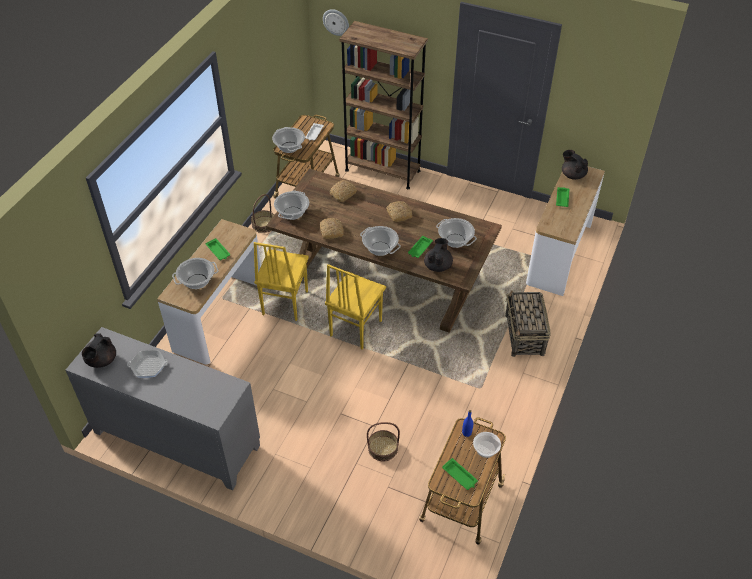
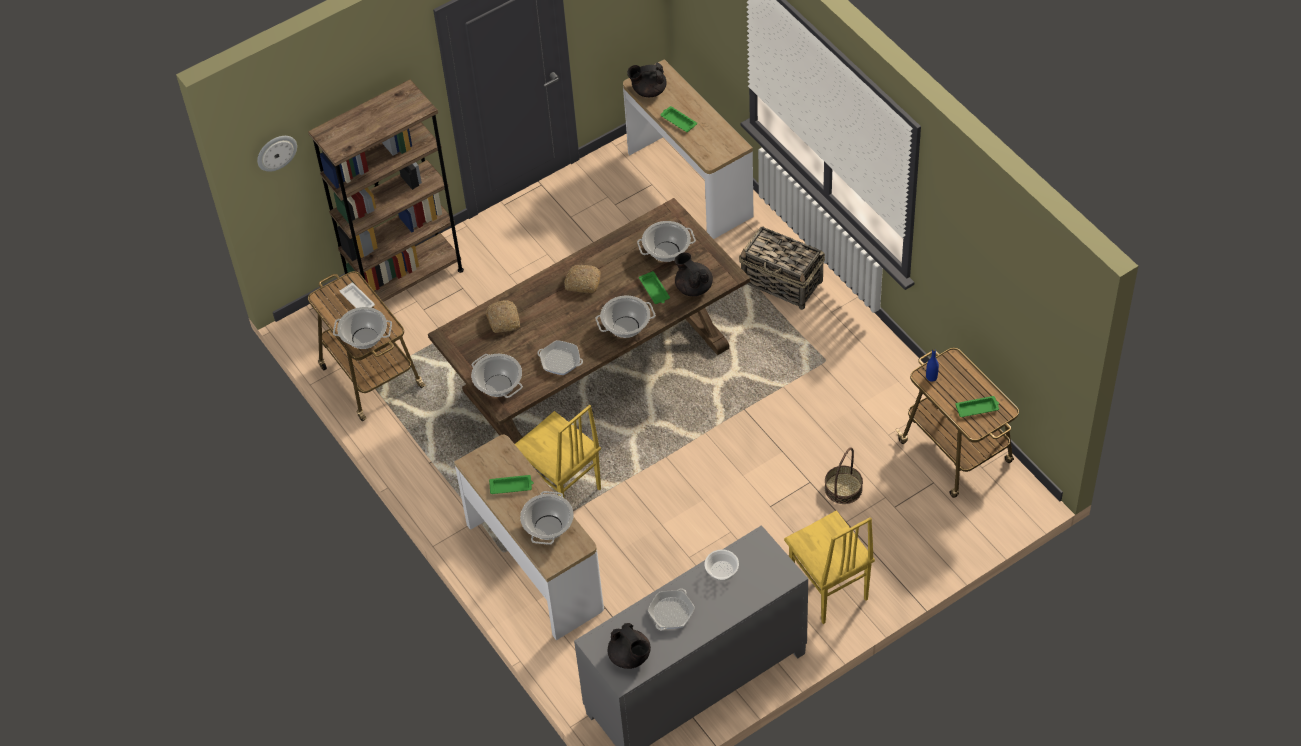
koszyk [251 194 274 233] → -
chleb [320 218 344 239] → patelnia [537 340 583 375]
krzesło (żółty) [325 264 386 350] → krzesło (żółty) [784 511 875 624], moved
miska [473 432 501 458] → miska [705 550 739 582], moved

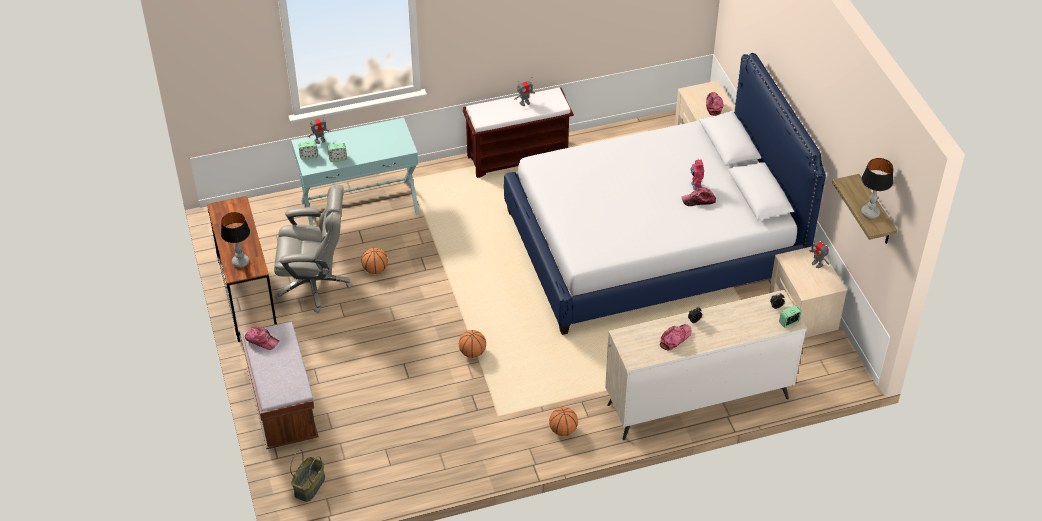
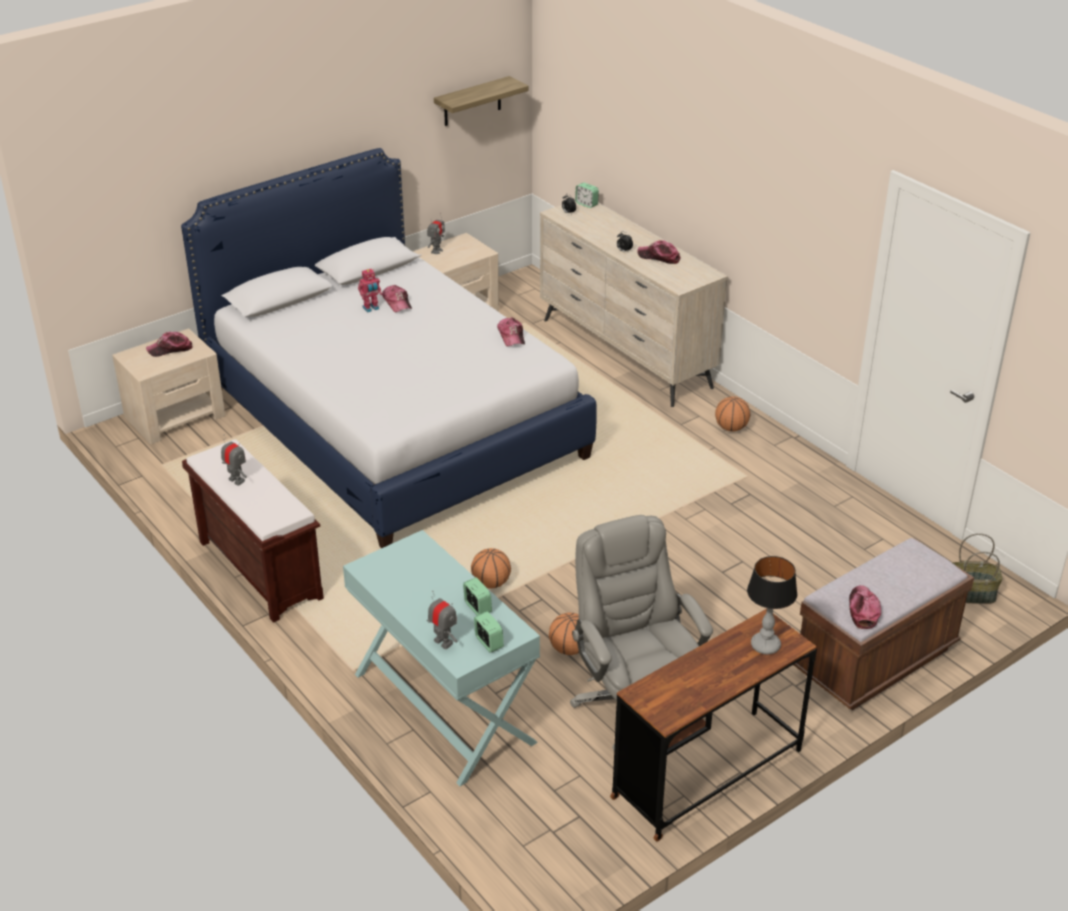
piłka do koszykówki [459 330 486 358] → piłka do koszykówki [471 548 511 589], moved
lampa stołowa [861 158 893 219] → -
- → czapka z daszkiem [497 317 525 347]

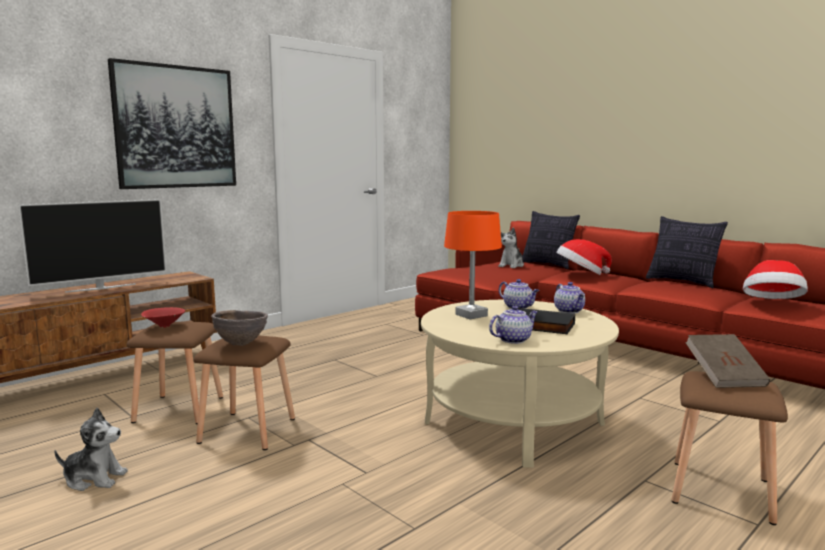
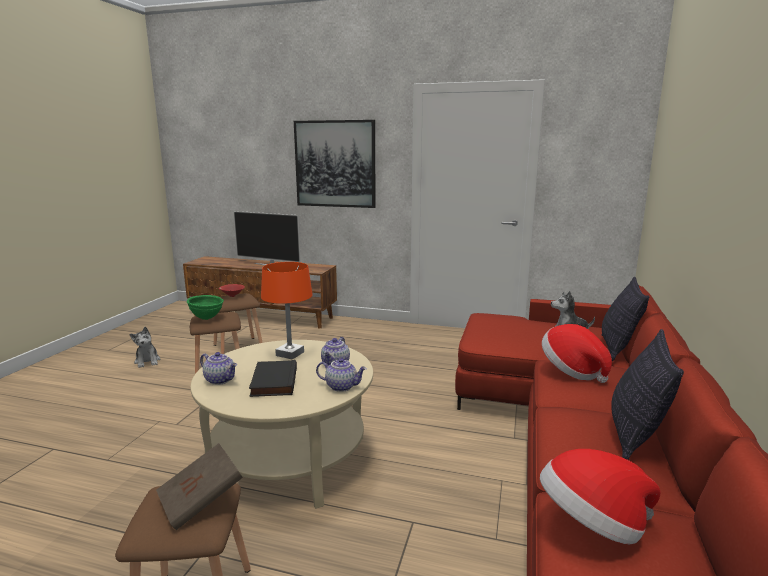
miska (brązowy) [211 310 268 346] → miska (zielony) [187 295 224 320]
imbryk [554 282 585 314] → imbryk [316 358 367 392], 120 degrees counterclockwise

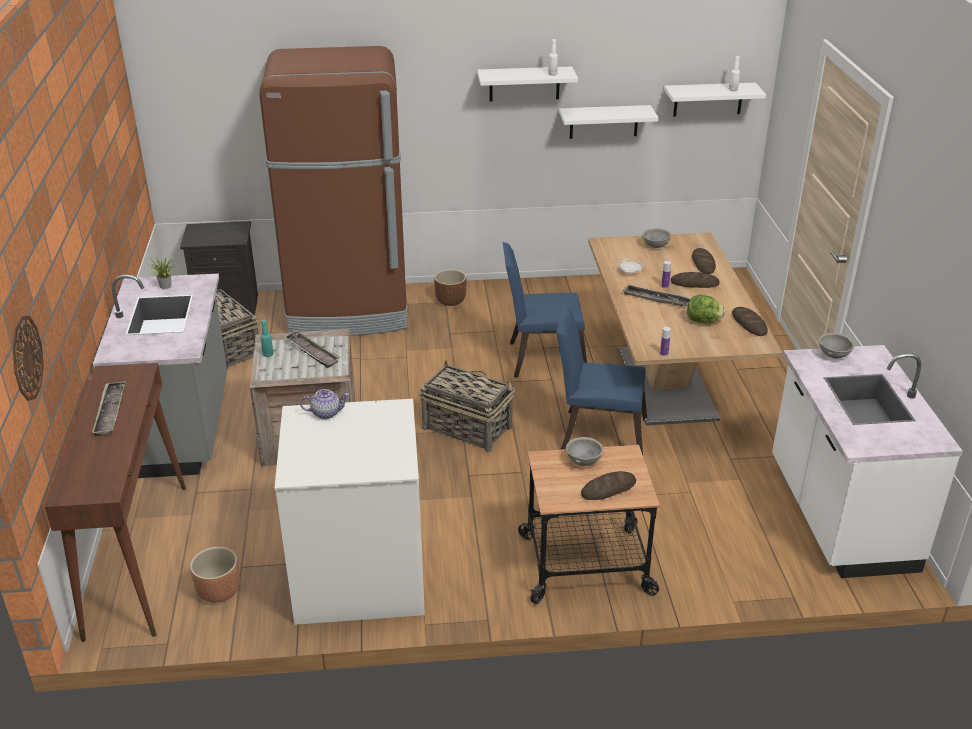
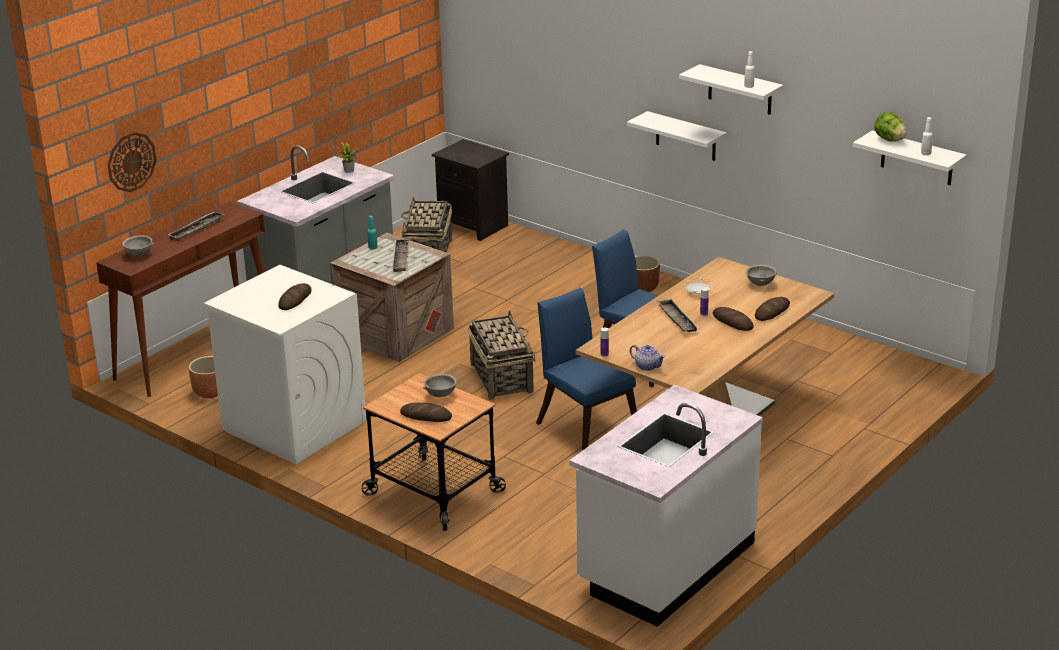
lodówka (brązowy) [259 46 408 336] → -
imbryk [300 389 349 419] → imbryk [630 345 666 371], moved
półka (biały) [559 105 658 139] → półka (biały) [627 111 727 161], moved
sałata [687 294 725 324] → sałata [874 112 907 142], moved
chleb [732 307 768 336] → chleb [278 283 312 310], moved
miska (szary) [819 333 855 359] → miska (szary) [122 235 154 256], moved

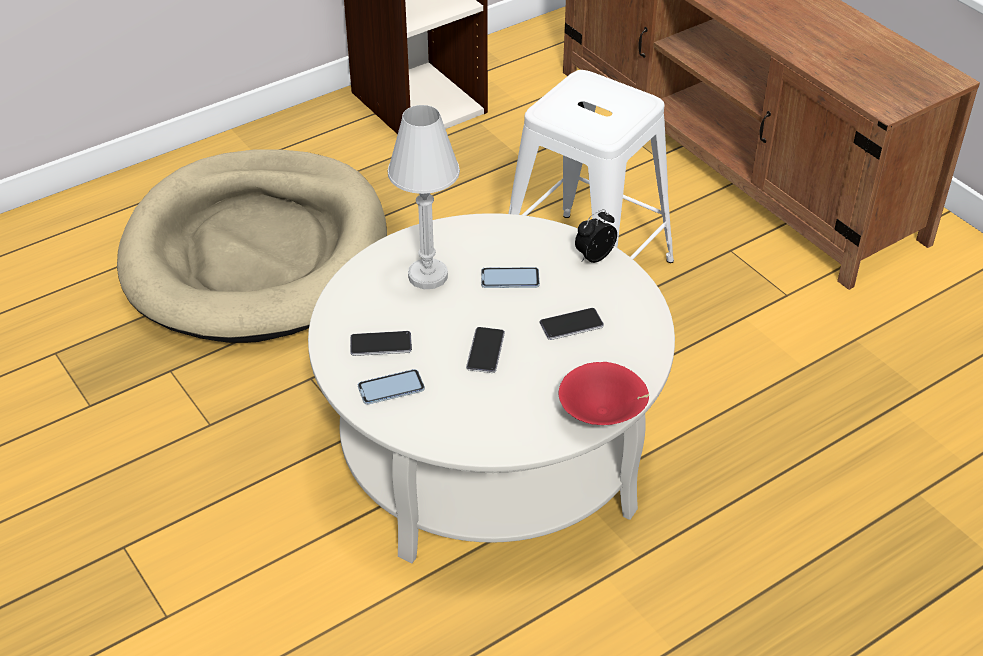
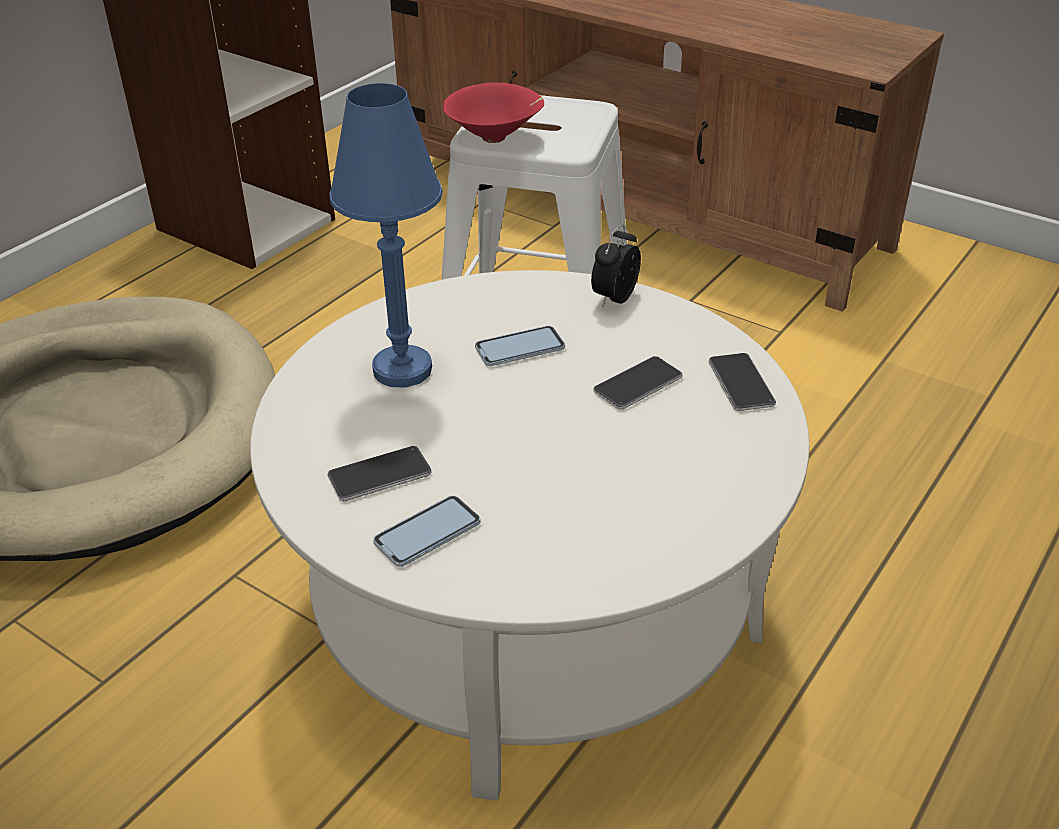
lampa stołowa (biały) [387 105 460 289] → lampa stołowa (niebieski) [329 83 443 388]
telefon [466 327 505 373] → telefon [709 353 776 411], moved
miska (czerwony) [558 362 649 425] → miska (czerwony) [443 82 544 143], moved

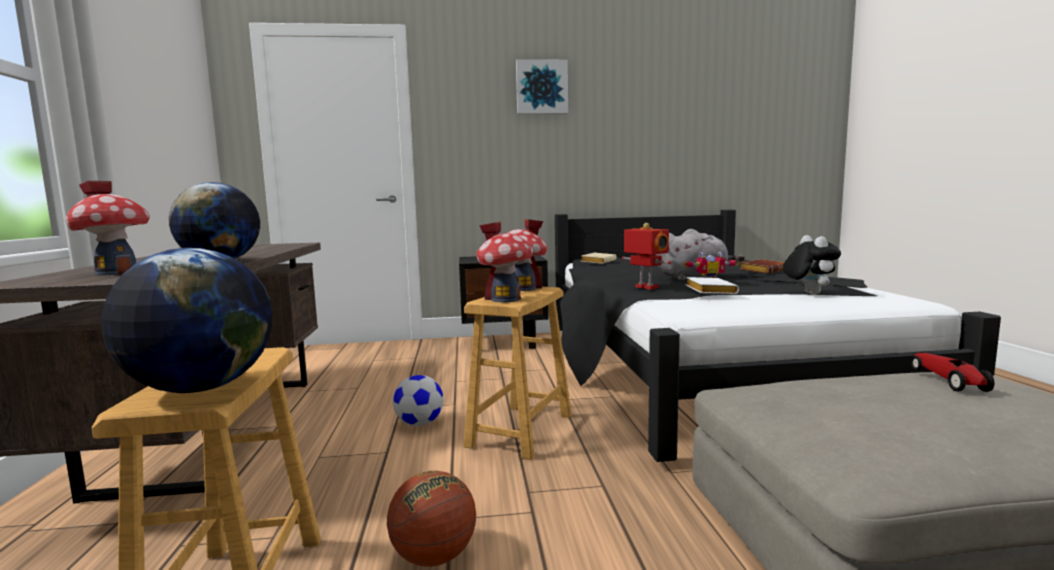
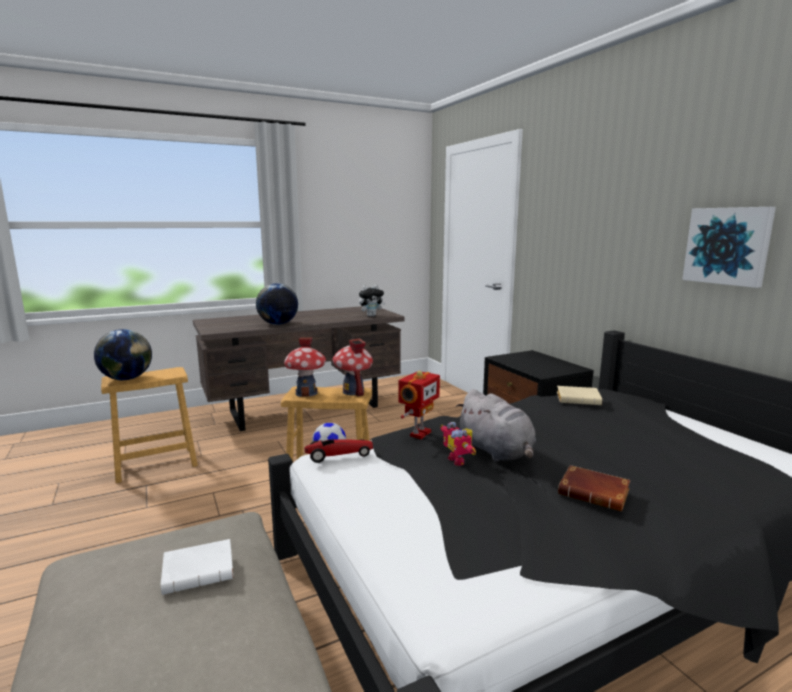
domek [65 181 150 276] → -
piłka do koszykówki [387 471 476 567] → -
obraz [516 59 568 114] → obraz [682 207 776 288], moved
książka (biały) [685 277 739 294] → książka (biały) [161 539 233 595], moved
pluszak [783 235 841 295] → pluszak [359 285 386 317], moved
samochodzik [911 353 995 392] → samochodzik [304 439 373 463], moved

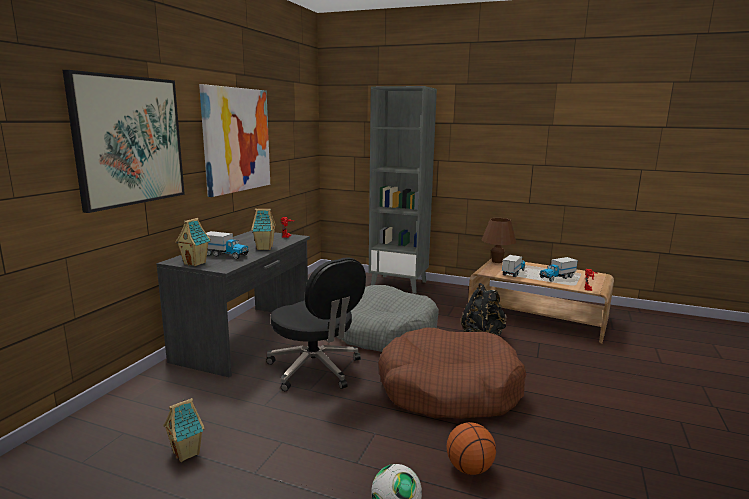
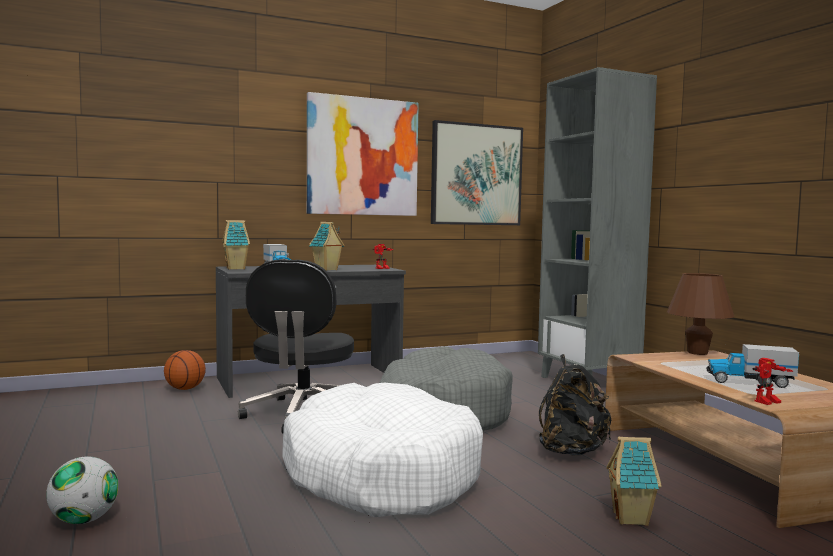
obraz [63 70 185 213] → obraz [431 120 523 225], moved
domek [163 398 205 462] → domek [606 437 662 526], moved
legowisko (brązowy) [378 328 526 419] → legowisko (biały) [282 383 483 517]
piłka do koszykówki [447 422 496 475] → piłka do koszykówki [164 350 206 390], moved
ciężarówka zabawkowa [502 255 525 277] → -

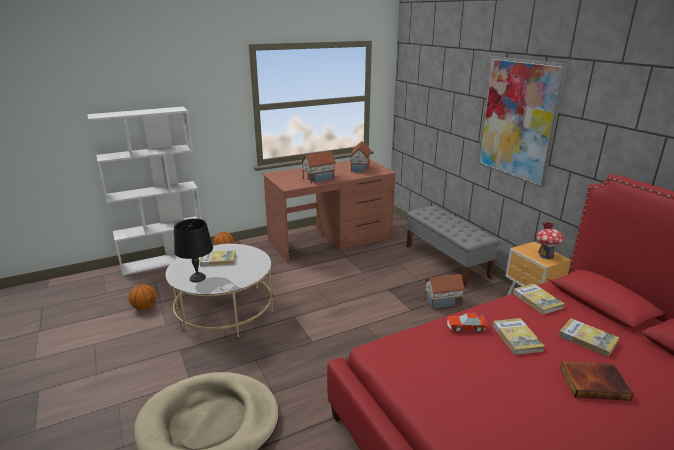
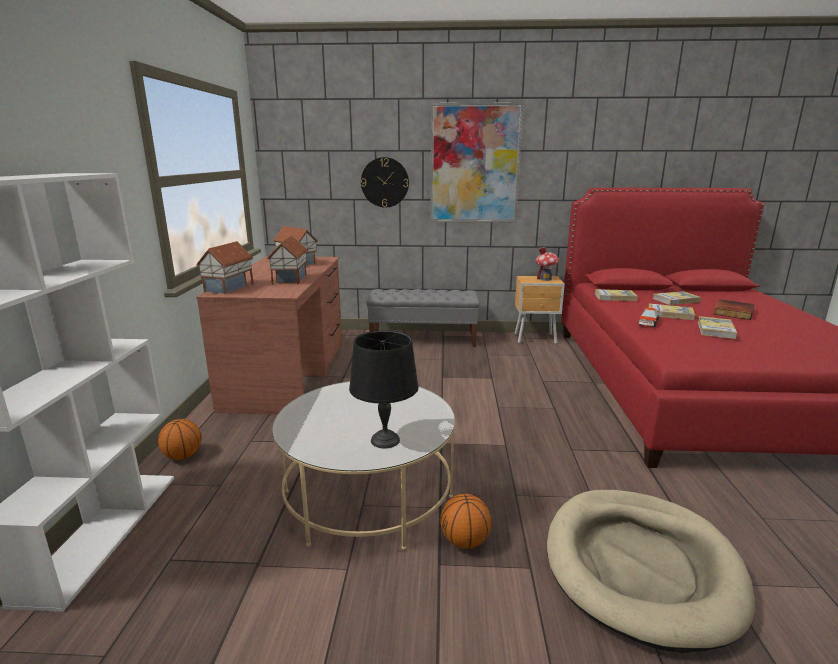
piłka do koszykówki [129 284 156 310] → piłka do koszykówki [440 494 491 549], moved
książka [200 250 236 267] → książka [698 316 737 339], moved
domek [424 274 466 309] → domek [196 241 254 294], moved
- → zegar ścienny [361 157 409 207]

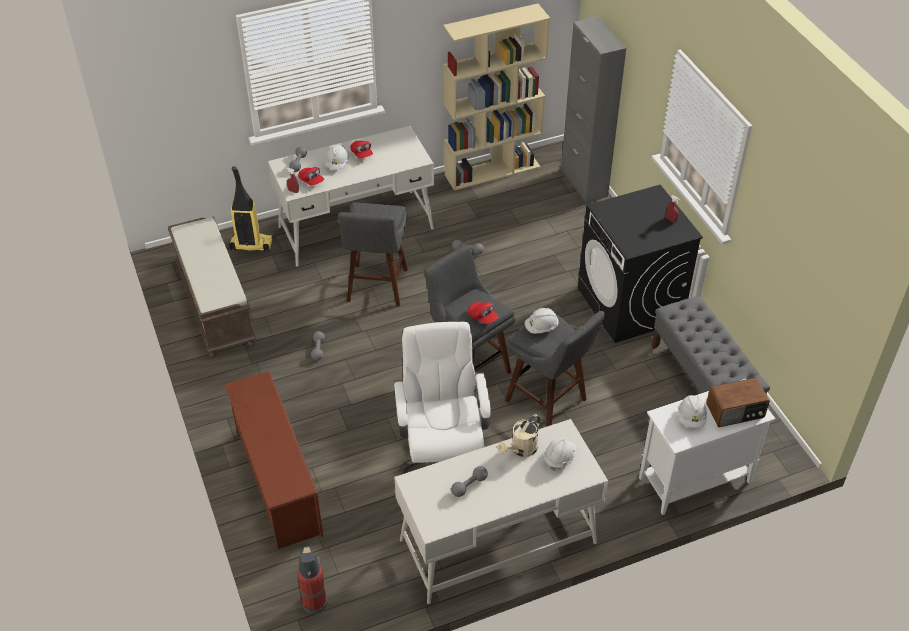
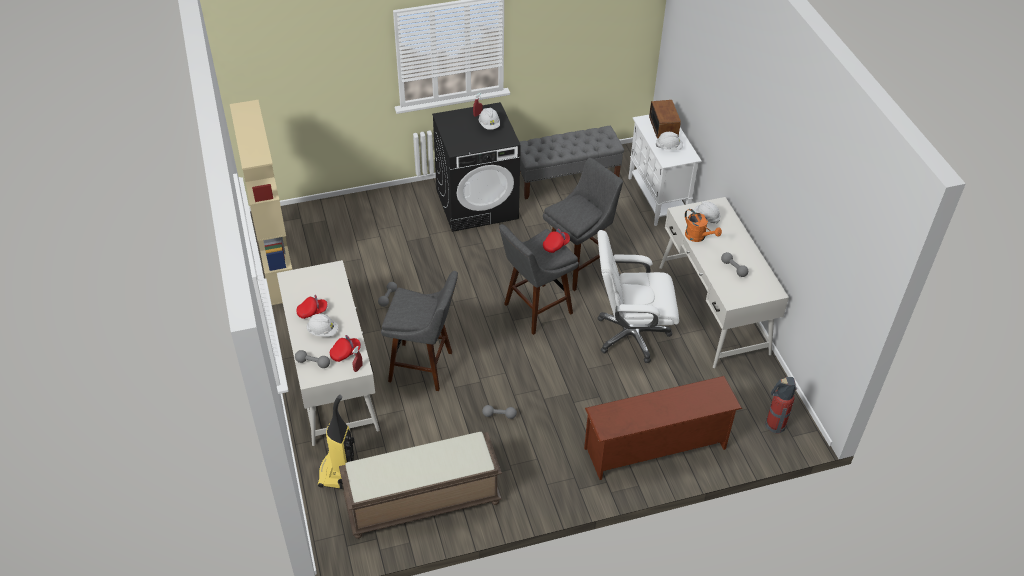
konewka (beżowy) [497 414 540 457] → konewka (pomarańczowy) [685 209 722 242]
kask (biały) [525 308 559 334] → kask (biały) [479 107 500 130], moved
szafka (szary) [561 16 626 203] → -

